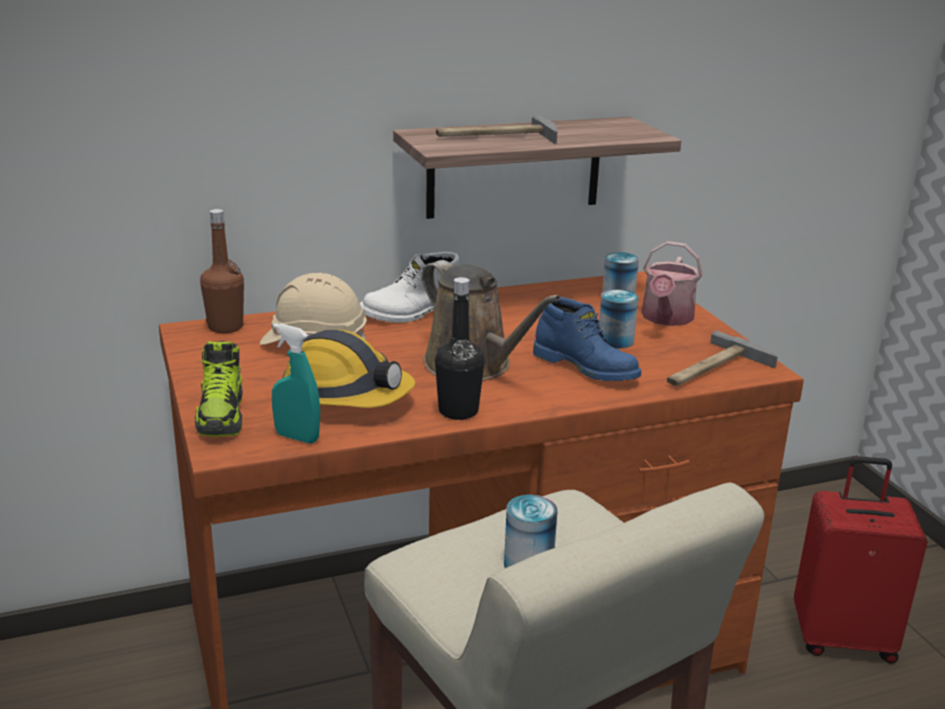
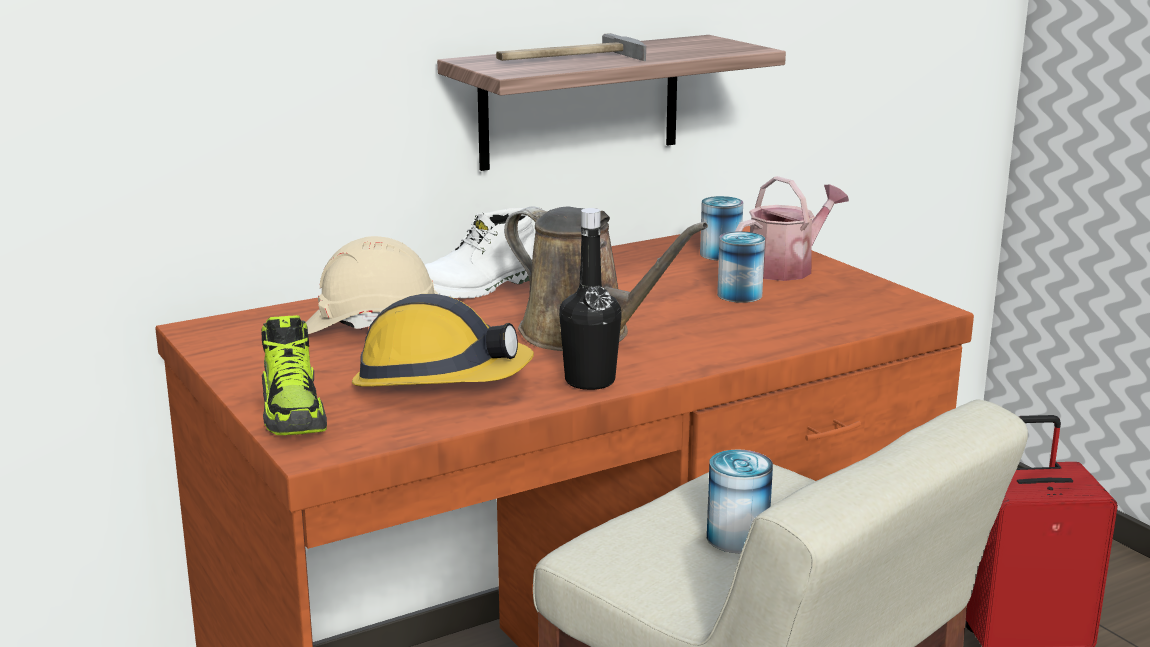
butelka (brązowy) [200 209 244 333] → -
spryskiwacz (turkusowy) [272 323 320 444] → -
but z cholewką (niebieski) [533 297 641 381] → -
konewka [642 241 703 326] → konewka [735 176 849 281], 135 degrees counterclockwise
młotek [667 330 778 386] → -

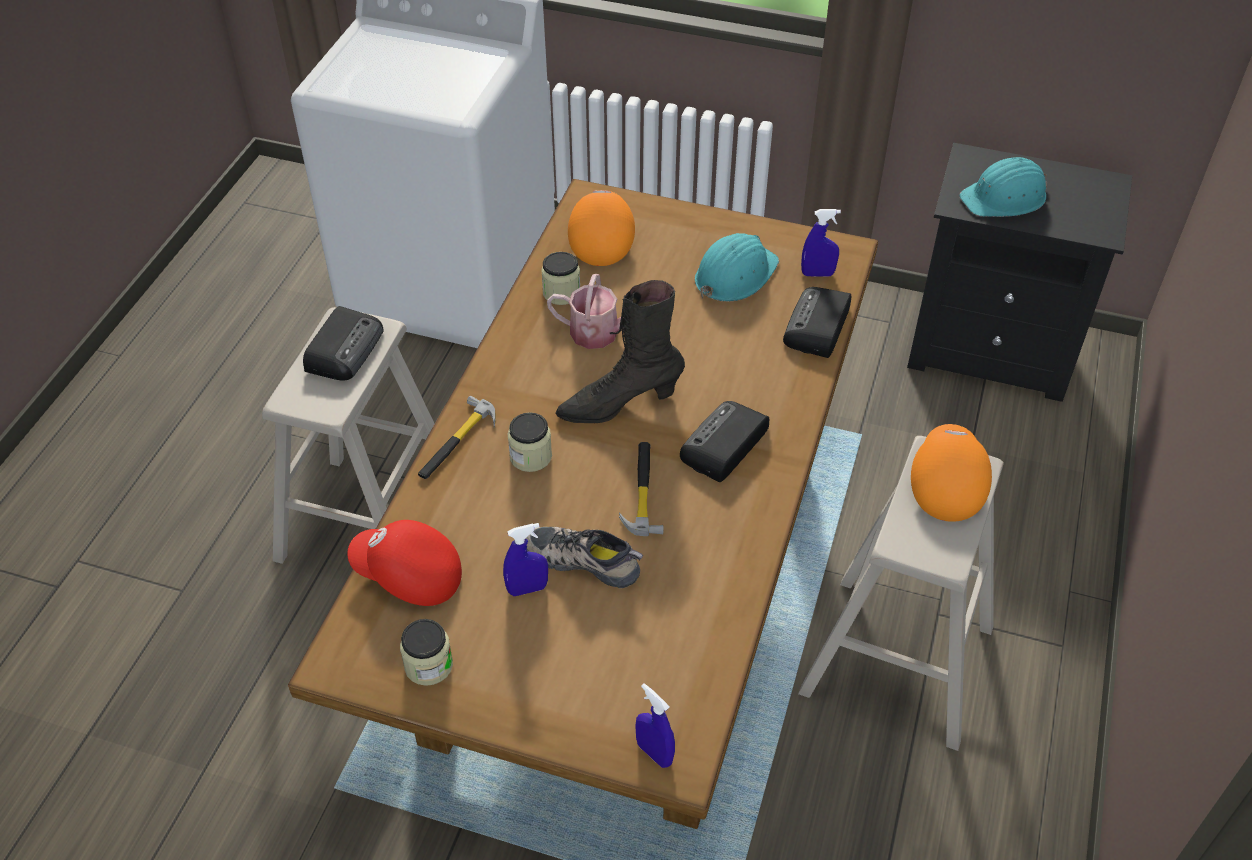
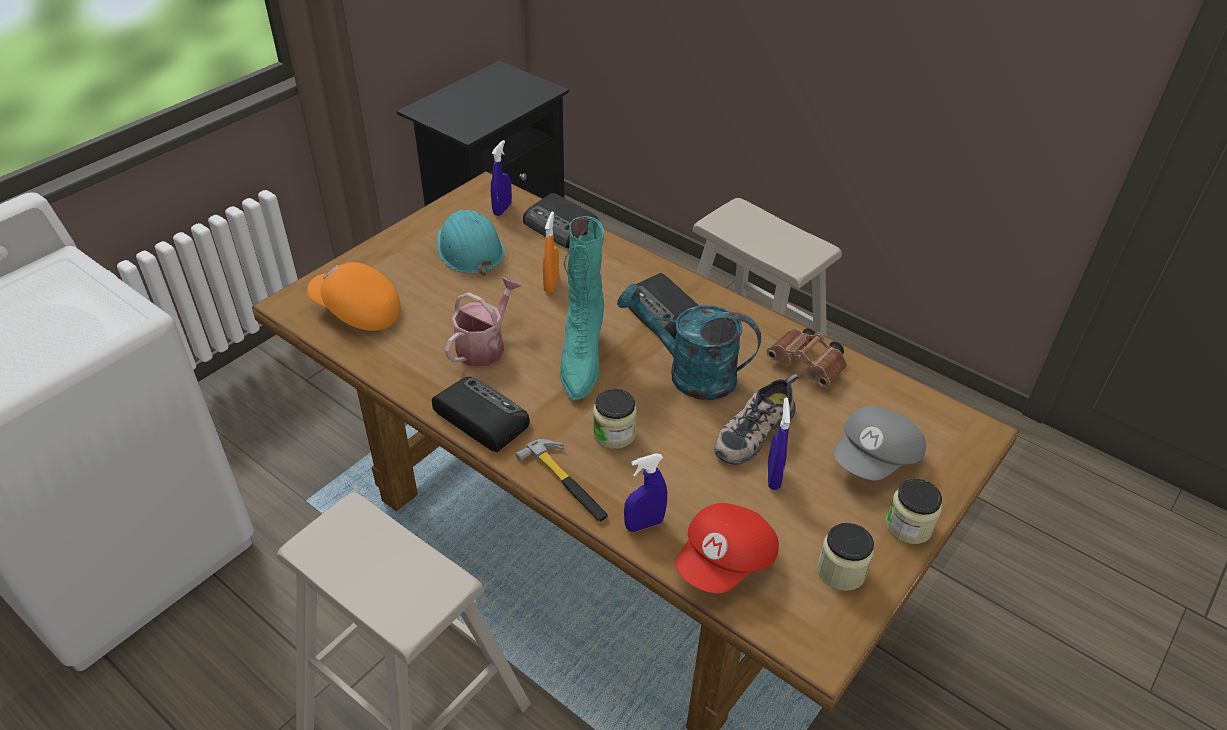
radio [303 306 384 381] → radio [432 377 530 452], moved
słoik [541 252 580 305] → słoik [886 478 942 544], moved
but z cholewką (czarny) [555 280 685 423] → but z cholewką (turkusowy) [560 216 604 400]
młotek [619 442 664 536] → konewka (turkusowy) [617 284 761 400]
spryskiwacz (niebieski) [636 683 675 768] → spryskiwacz (niebieski) [624 454 667 532], moved
czapka z daszkiem (pomarańczowy) [911 424 992 522] → -
kask (turkusowy) [959 157 1047 217] → -
- → spryskiwacz (pomarańczowy) [543 212 559 293]
- → lornetka (brązowy) [766 328 847 387]
- → czapka z daszkiem (szary) [833 406 926 481]

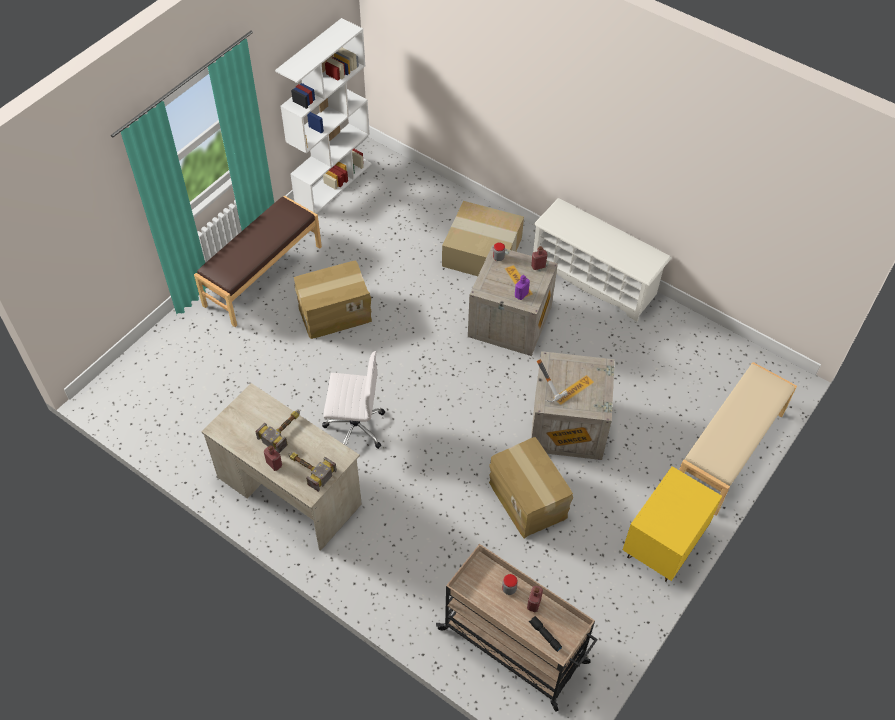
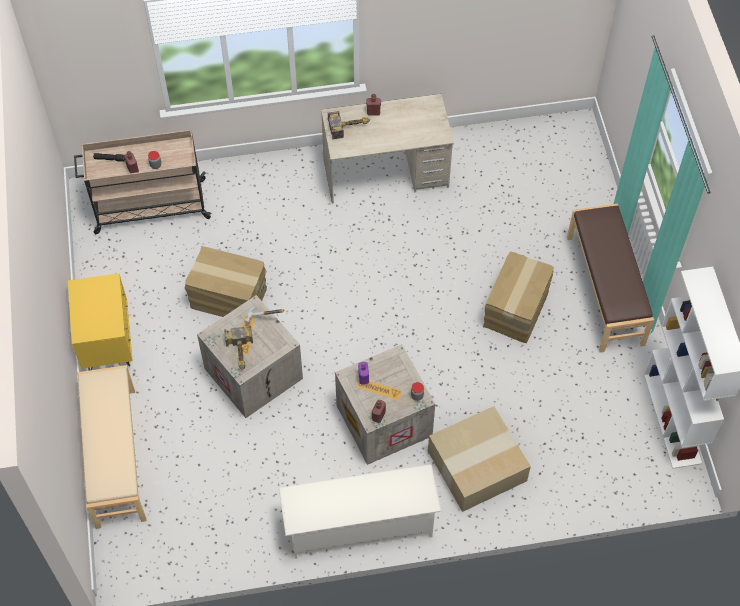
młotek [255 410 300 453] → młotek [224 326 253 370], moved
krzesło biurowe (biały) [322 351 385 449] → -

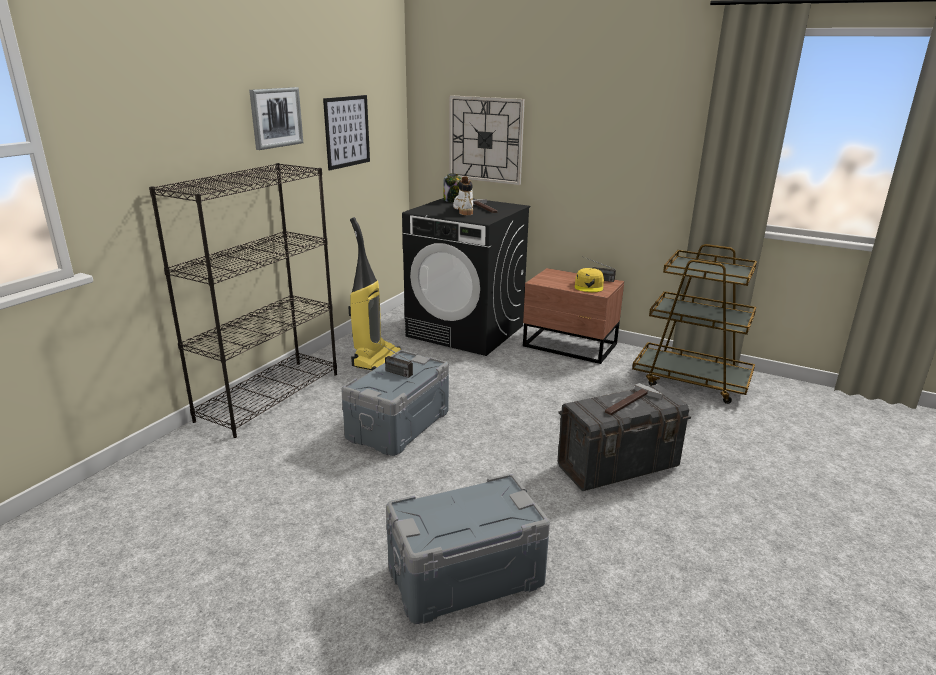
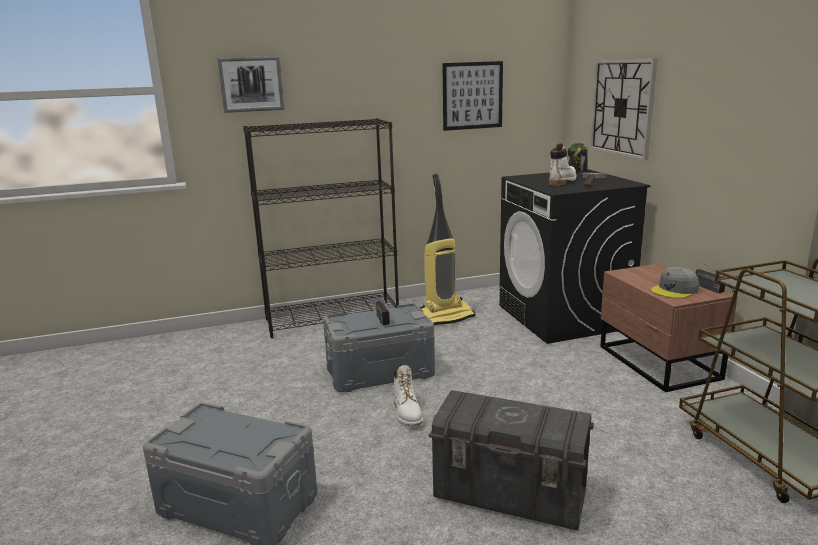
obraz [249 87 303 150] → obraz [217 56 284 113], moved
czapka z daszkiem (żółty) [575 268 604 292] → czapka z daszkiem (szary) [651 267 699 298]
młotek [605 383 663 415] → -
- → but z cholewką (biały) [394 363 423 426]

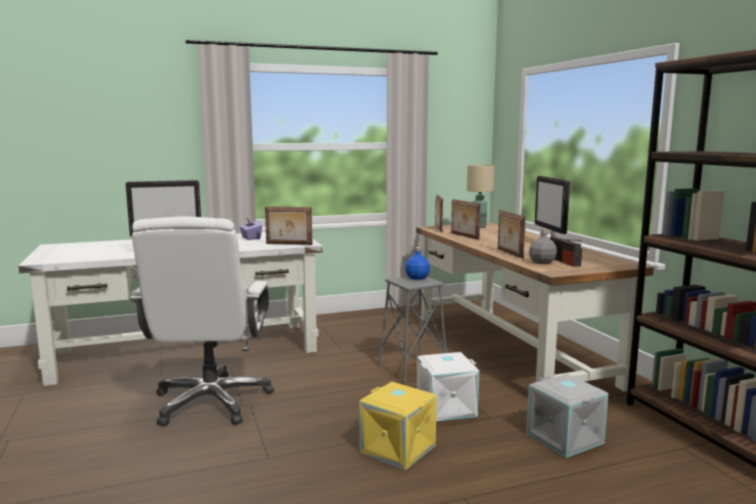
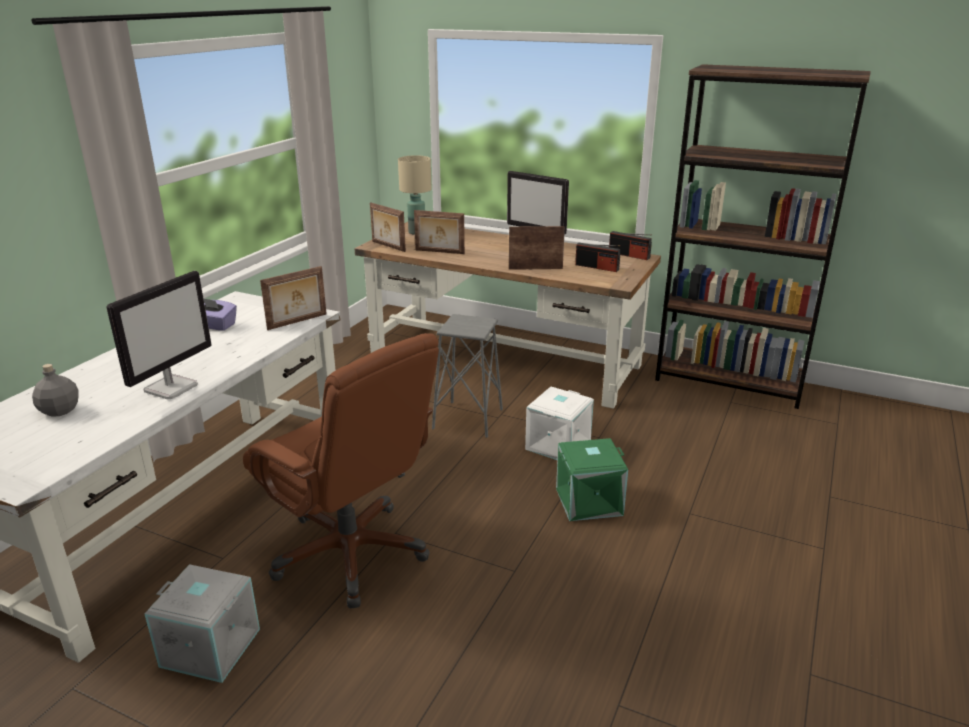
krzesło biurowe (biały) [129 216 274 426] → krzesło biurowe (brązowy) [243 333 439 609]
pojemnik do przechowywania (żółty) [359 382 437 470] → pojemnik do przechowywania (zielony) [556 438 628 521]
butelka (niebieski) [405 247 430 280] → -
ramka na zdjęcie [498 210 526 259] → ramka na zdjęcie [509 226 565 270], 150 degrees clockwise
pojemnik do przechowywania (szary) [526 374 608 458] → pojemnik do przechowywania (szary) [145 564 260 683], moved
butelka (szary) [529 229 557 264] → butelka (szary) [32 364 79 417], moved
- → radio [609 231 652 260]

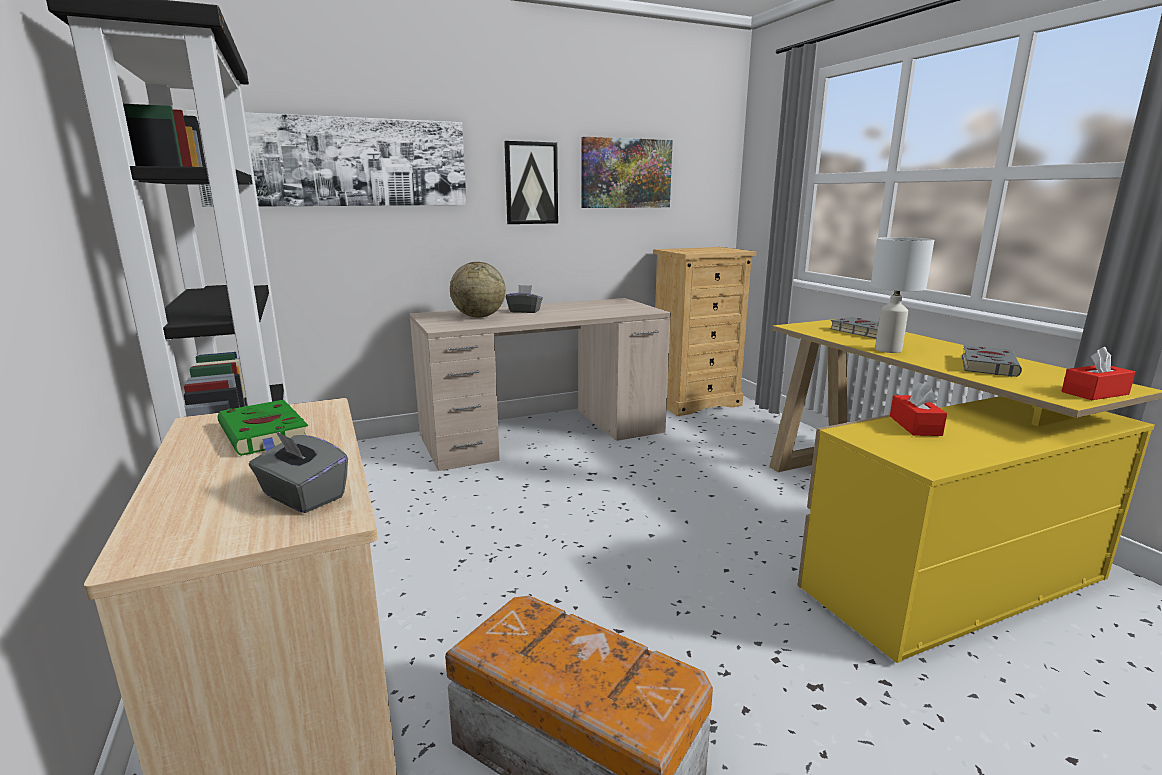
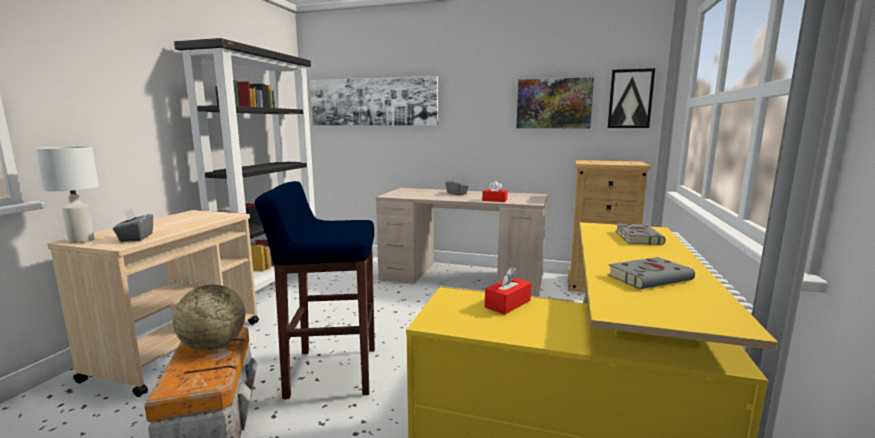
książka (zielony) [218 400 308 456] → -
globus [450 262 506 318] → globus [173 284 245 351], moved
obraz [504 141 558 224] → obraz [607 68 655 128], moved
lampa stołowa (biały) [871 237 934 353] → lampa stołowa (biały) [35 146 99 243], moved
pudełko chusteczek (czerwony) [1062 347 1136 400] → pudełko chusteczek (czerwony) [482 181 508 202], moved
- → stołek (niebieski) [255 181 375 399]

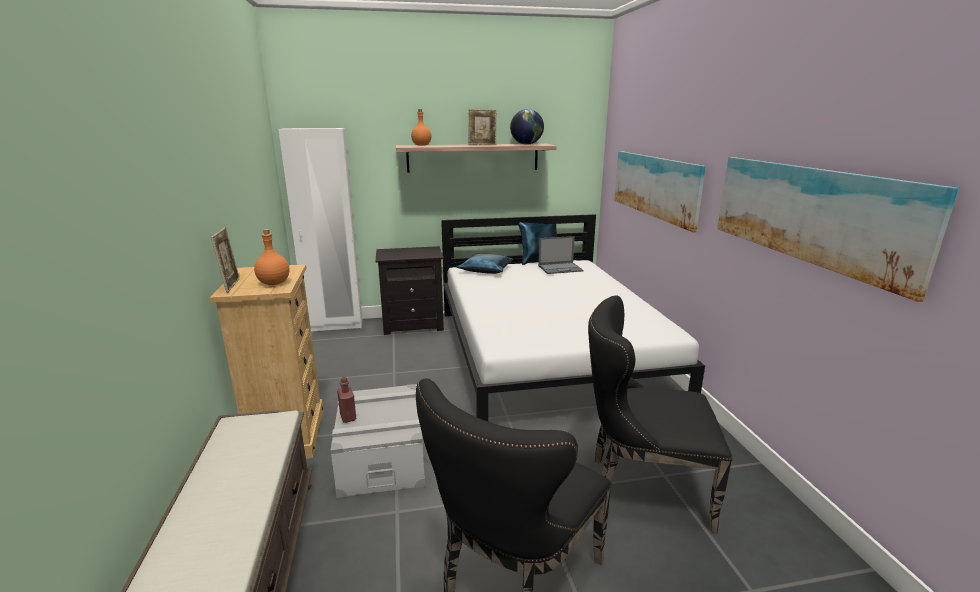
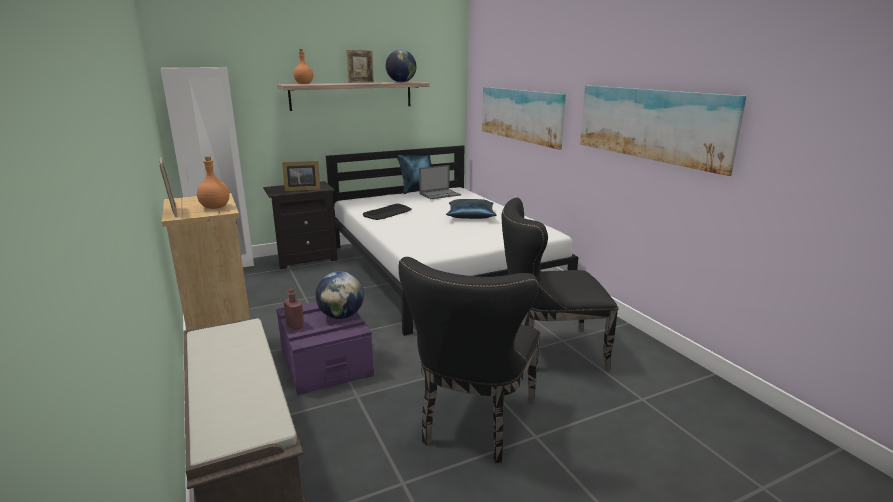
pojemnik do przechowywania (szary) [331 384 425 498] → pojemnik do przechowywania (fioletowy) [276 302 374 395]
poduszka (niebieski) [457 253 514 274] → poduszka (niebieski) [446 199 497 219], moved
- → ramka na zdjęcie [282 161 320 192]
- → globus [315 271 364 319]
- → klawiatura [363 204 412 220]

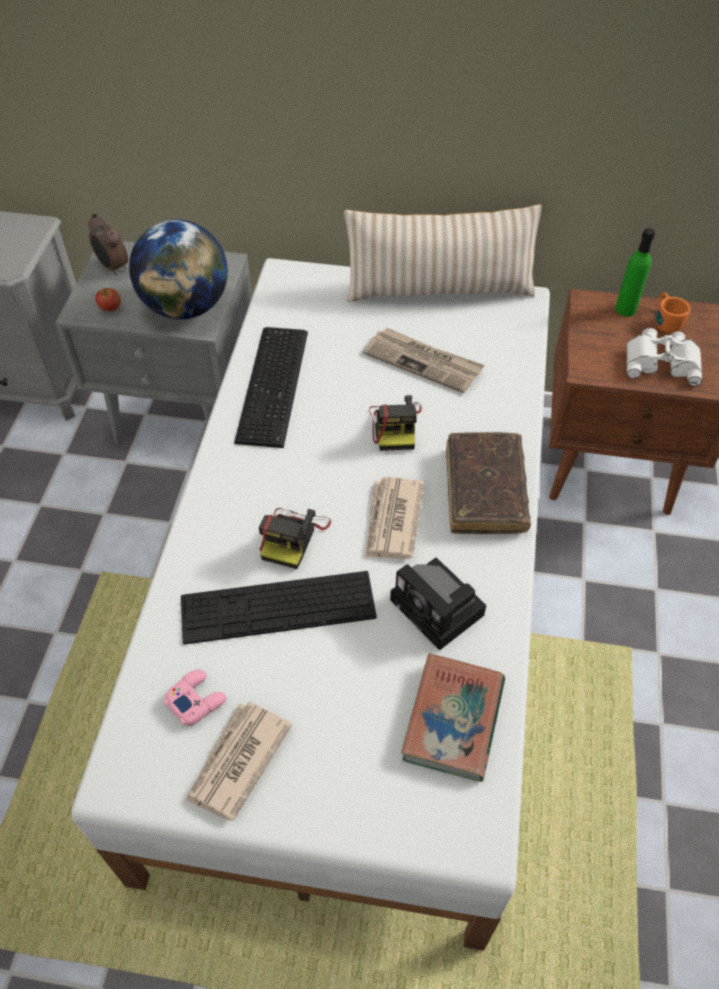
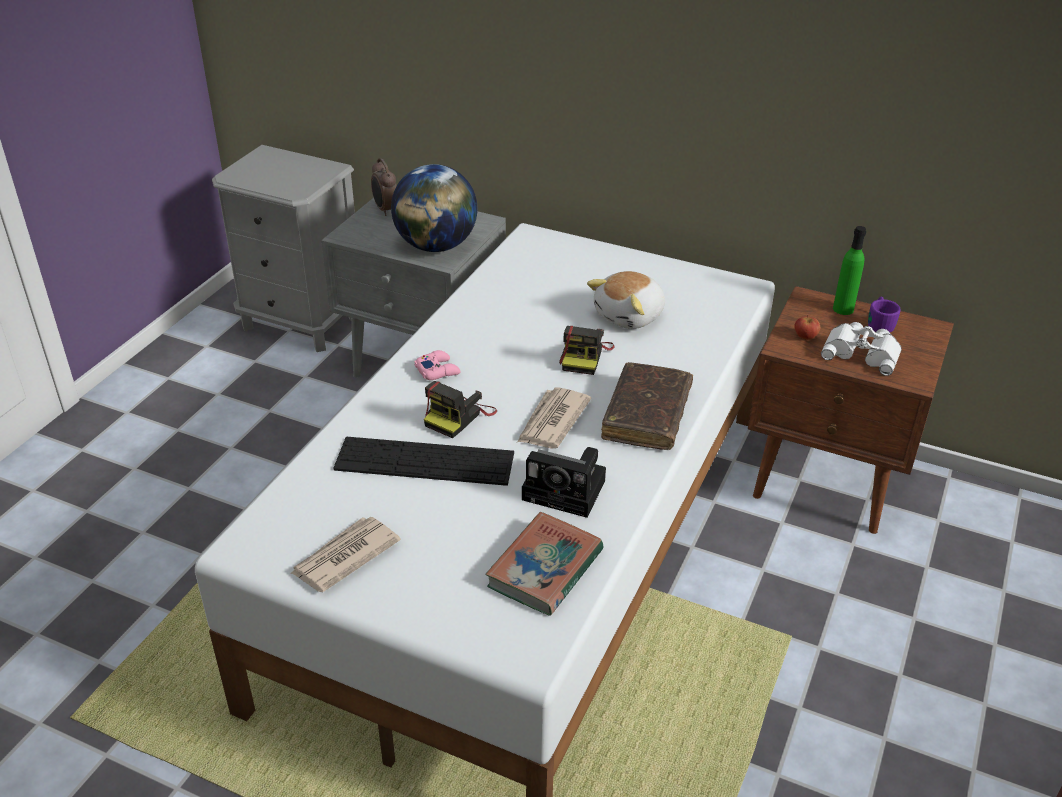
jabłko [95 288 121 311] → jabłko [794 315 820 340], moved
pad do gier (różowy) [164 670 227 726] → pad do gier (różowy) [414 350 461 380], moved
klawiatura [234 327 308 448] → -
poduszka (beżowy) [344 204 542 302] → -
gazeta [363 328 484 393] → pluszak [587 271 665 329]
aparat fotograficzny [390 558 486 651] → aparat fotograficzny [522 447 606 518], 45 degrees counterclockwise
kubek (pomarańczowy) [656 292 690 333] → kubek (fioletowy) [868 296 901 332]

